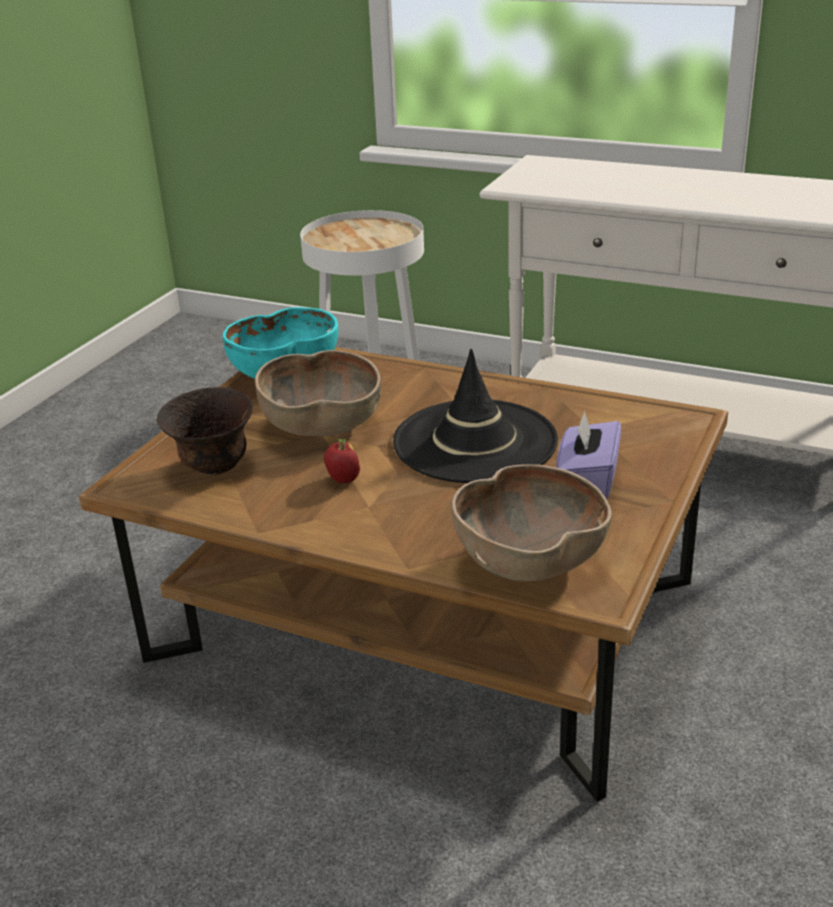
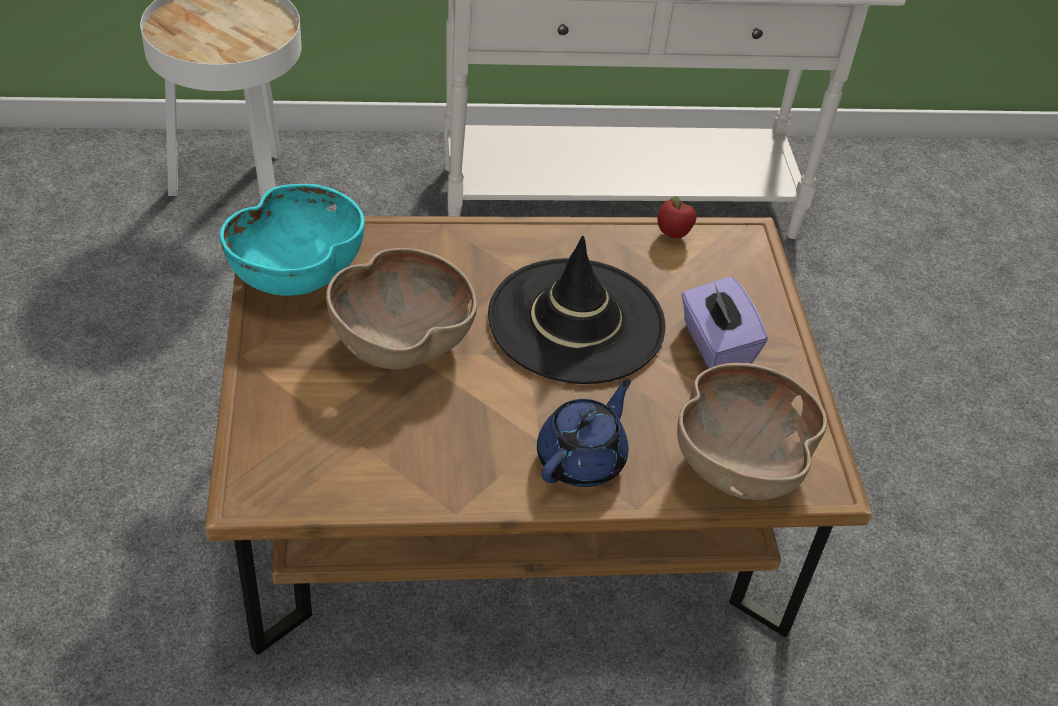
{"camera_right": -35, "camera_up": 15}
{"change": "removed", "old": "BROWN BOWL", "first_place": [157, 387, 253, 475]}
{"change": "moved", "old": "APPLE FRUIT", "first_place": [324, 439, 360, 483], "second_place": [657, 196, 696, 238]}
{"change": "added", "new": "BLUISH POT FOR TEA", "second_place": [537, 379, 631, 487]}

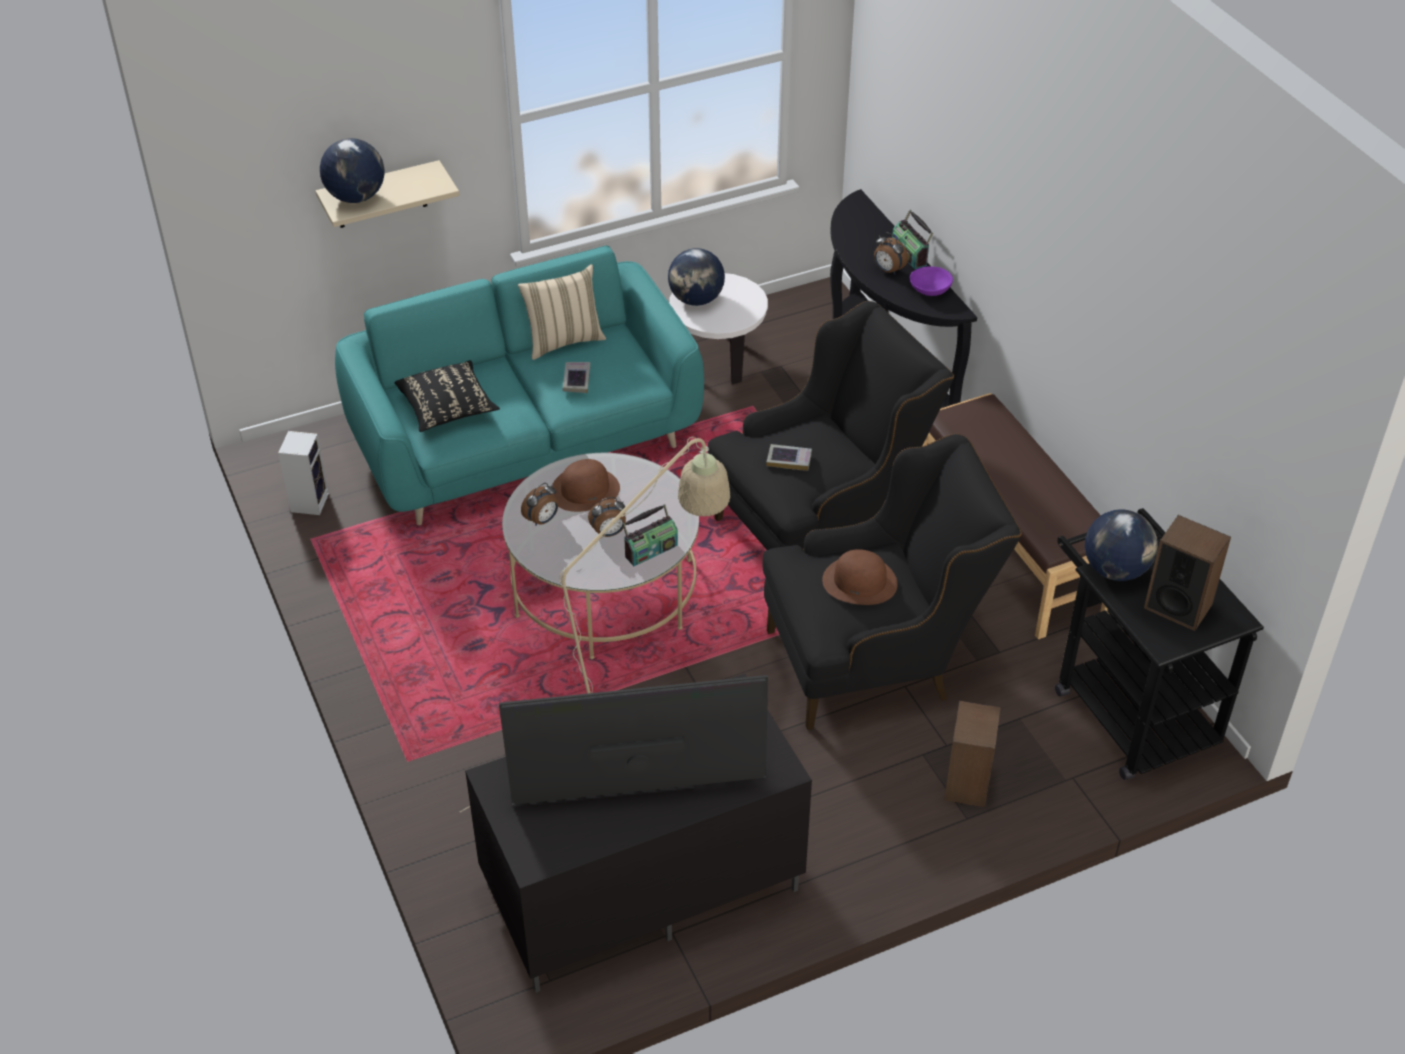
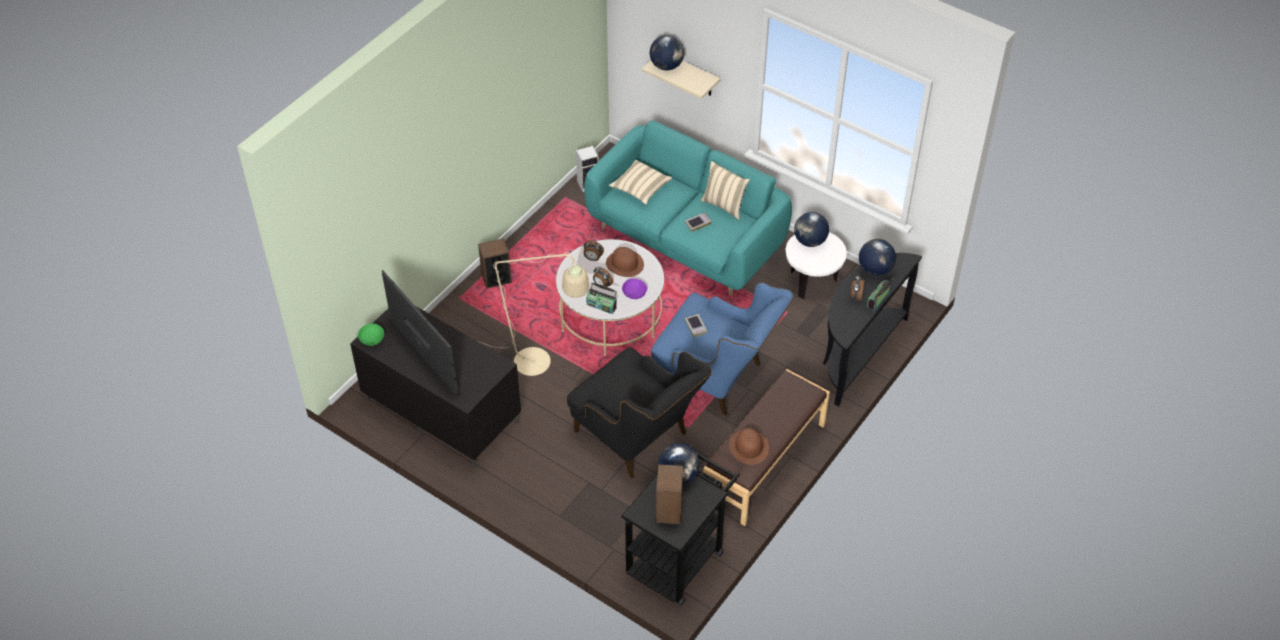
{"camera_right": 60, "camera_up": 5}
{"change": "moved", "old": "PURPLE-COLOURED BOWL", "first_place": [910, 266, 953, 296], "second_place": [622, 278, 647, 299]}
{"change": "recoloured", "old": "BLACK-COLOURED ARMCHAIR", "new": "BLUISH ARMCHAIR", "first_place": [708, 301, 954, 550], "second_place": [651, 282, 794, 415]}
{"change": "recoloured", "old": "BLACK-COLOURED CUSHION", "new": "BEIGE CUSHION", "first_place": [395, 360, 500, 432], "second_place": [609, 160, 672, 205]}
{"change": "moved", "old": "BROWN HAT", "first_place": [822, 549, 898, 605], "second_place": [729, 428, 769, 465]}
{"change": "moved", "old": "SPEAKER", "first_place": [944, 701, 1001, 807], "second_place": [478, 238, 512, 289]}
{"change": "added", "new": "WORLD GLOBE", "second_place": [859, 239, 896, 276]}
{"change": "added", "new": "GREENISH BOWL", "second_place": [358, 323, 384, 346]}

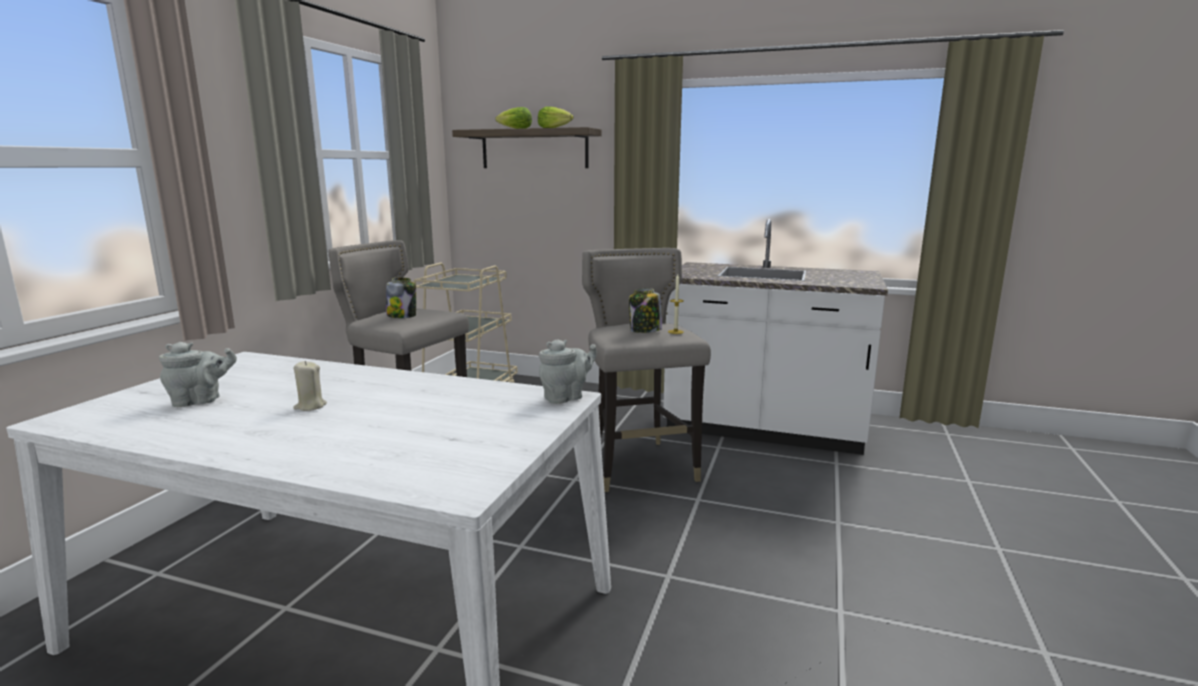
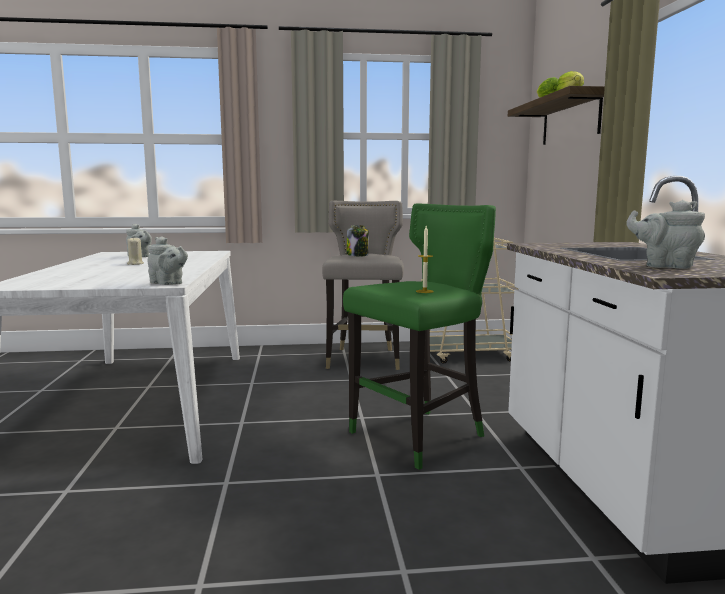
{"camera_right": 65, "camera_up": -5}
{"change": "recoloured", "old": "GREY STOOL SEAT", "new": "GREENISH STOOL SEAT", "first_place": [582, 248, 711, 492], "second_place": [343, 203, 496, 470]}
{"change": "removed", "old": "PRESERVE JAR", "first_place": [629, 289, 662, 333]}
{"change": "added", "new": "GREY POT FOR TEA", "second_place": [626, 200, 705, 269]}

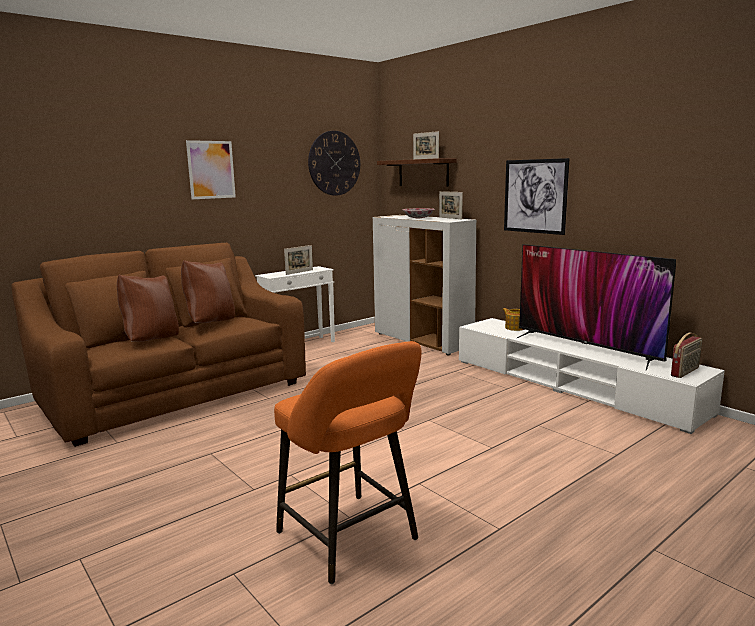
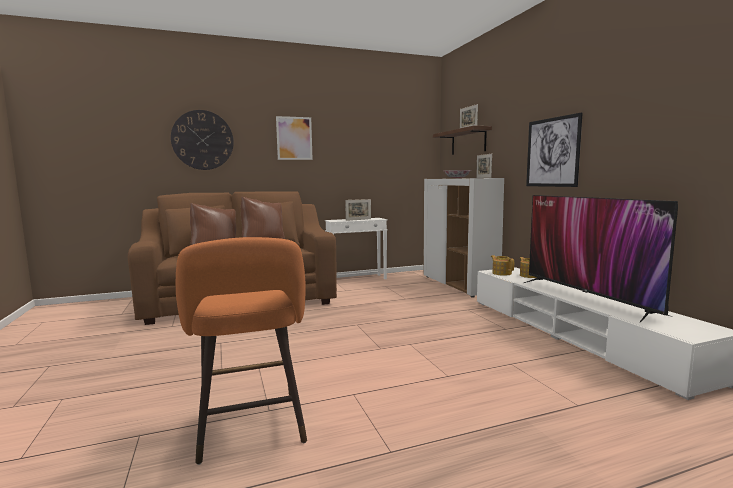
{"camera_right": 20, "camera_up": -5}
{"change": "moved", "old": "HANGING CLOCK", "first_place": [308, 131, 360, 196], "second_place": [171, 110, 234, 170]}
{"change": "removed", "old": "RADIO RECEIVER", "first_place": [671, 333, 702, 378]}
{"change": "added", "new": "POT FOR TEA", "second_place": [491, 255, 514, 276]}

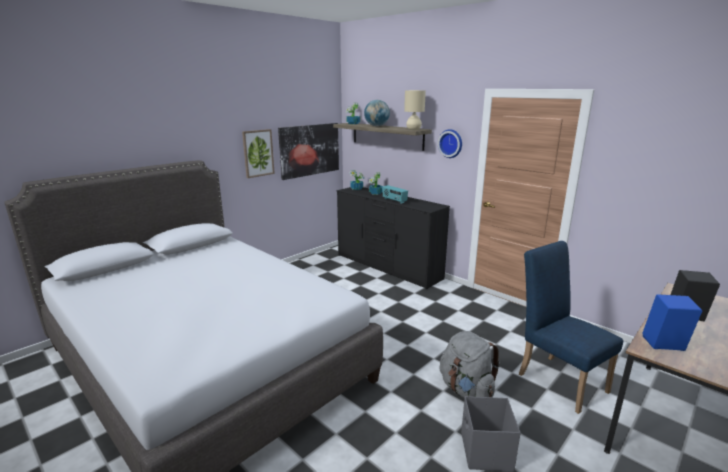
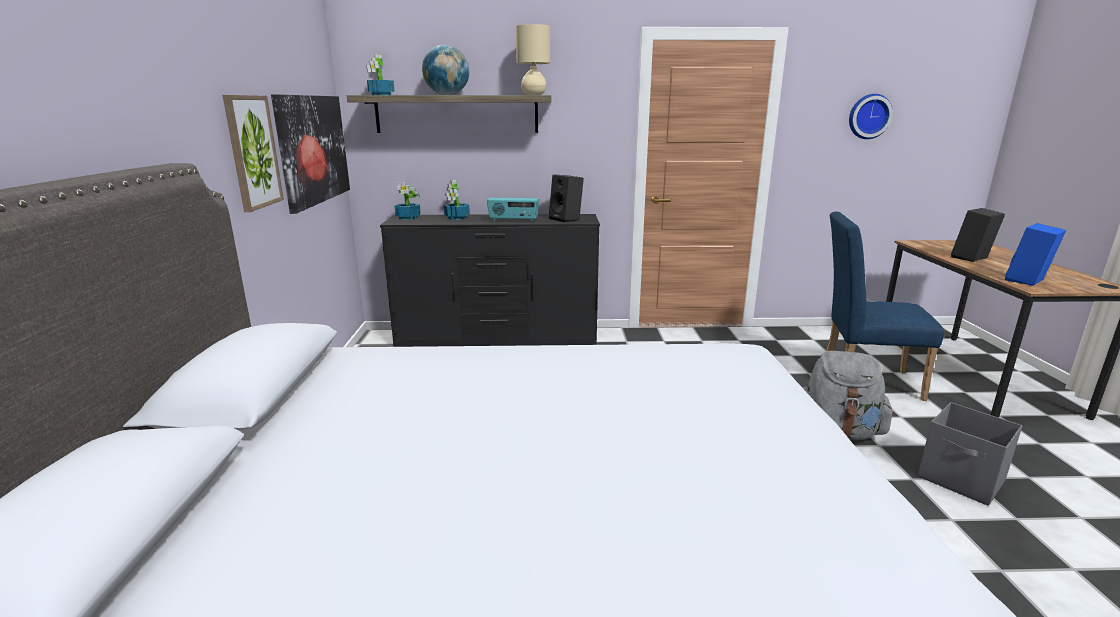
{"camera_right": -45, "camera_up": 0}
{"change": "moved", "old": "HANGING CLOCK", "first_place": [438, 129, 462, 158], "second_place": [849, 94, 893, 139]}
{"change": "added", "new": "BLACK-COLOURED SPEAKER", "second_place": [549, 174, 584, 222]}

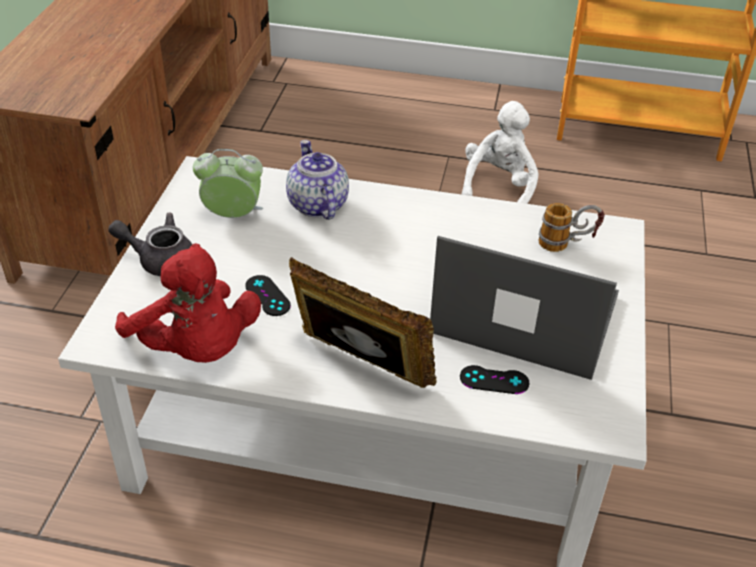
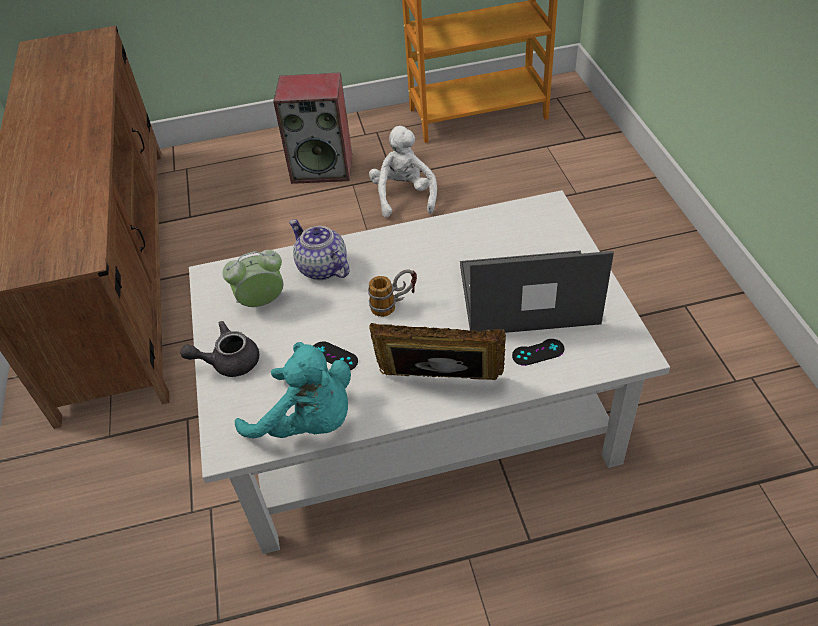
{"camera_right": -20, "camera_up": 5}
{"change": "moved", "old": "MUG", "first_place": [539, 203, 605, 252], "second_place": [368, 269, 417, 317]}
{"change": "recoloured", "old": "RED CUDDLY TOY", "new": "TURQUOISE-COLOURED CUDDLY TOY", "first_place": [115, 243, 261, 363], "second_place": [235, 342, 351, 439]}
{"change": "added", "new": "SPEAKER", "second_place": [273, 72, 352, 184]}

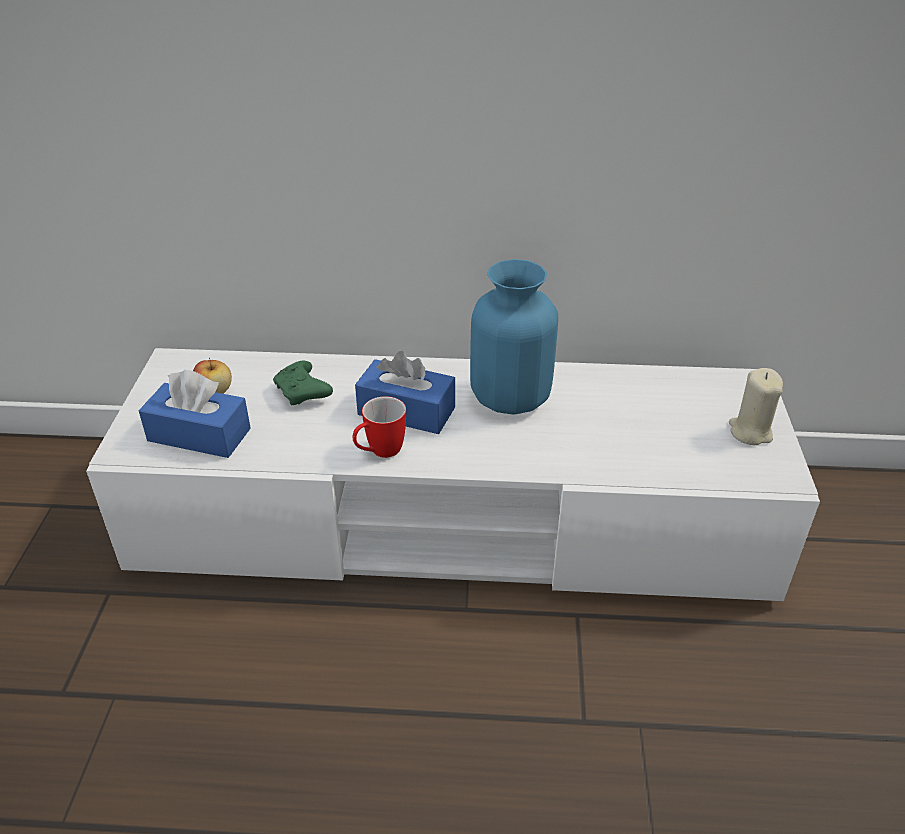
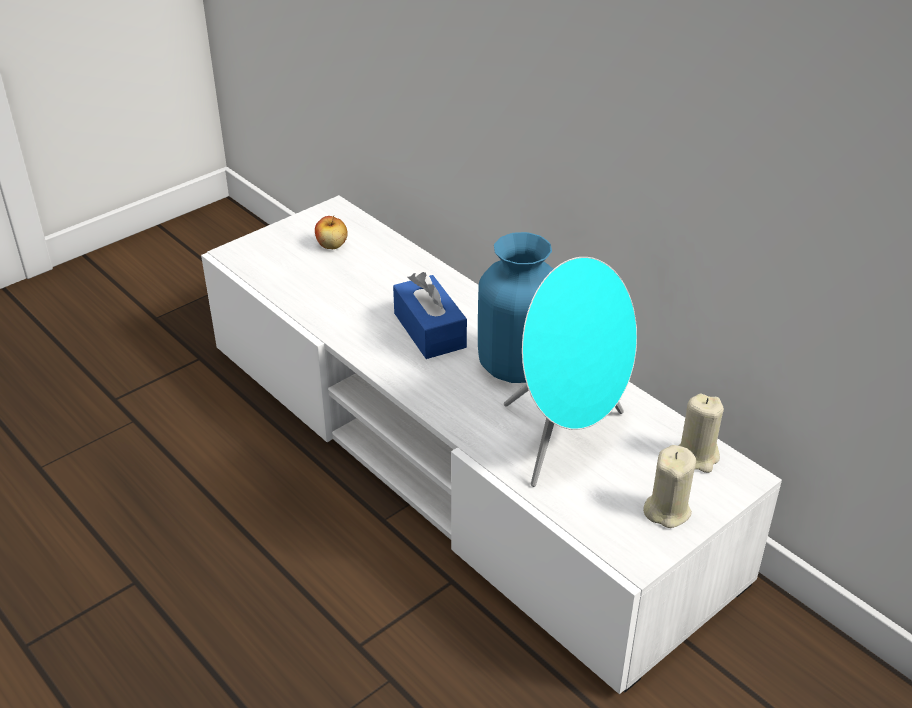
{"camera_right": 45, "camera_up": 0}
{"change": "removed", "old": "GREENISH GAMEPAD", "first_place": [273, 361, 333, 406]}
{"change": "removed", "old": "BLUISH TISSUE HOLDER", "first_place": [139, 370, 251, 458]}
{"change": "removed", "old": "MUG", "first_place": [353, 396, 406, 458]}
{"change": "added", "new": "TURQUOISE-COLOURED SPEAKER", "second_place": [504, 257, 637, 487]}
{"change": "added", "new": "BEIGE WAX LIGHT", "second_place": [678, 394, 724, 473]}

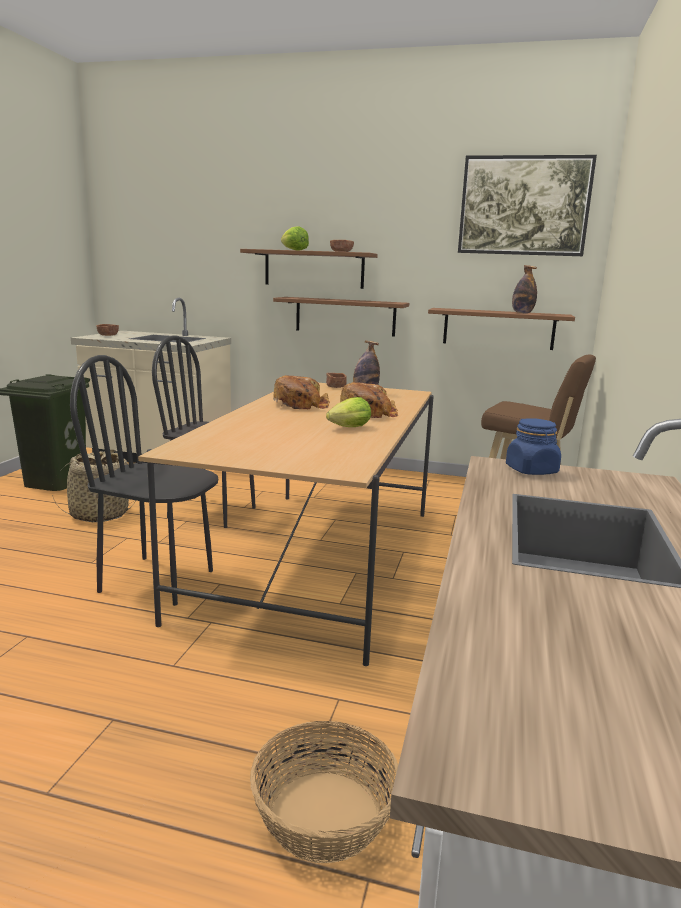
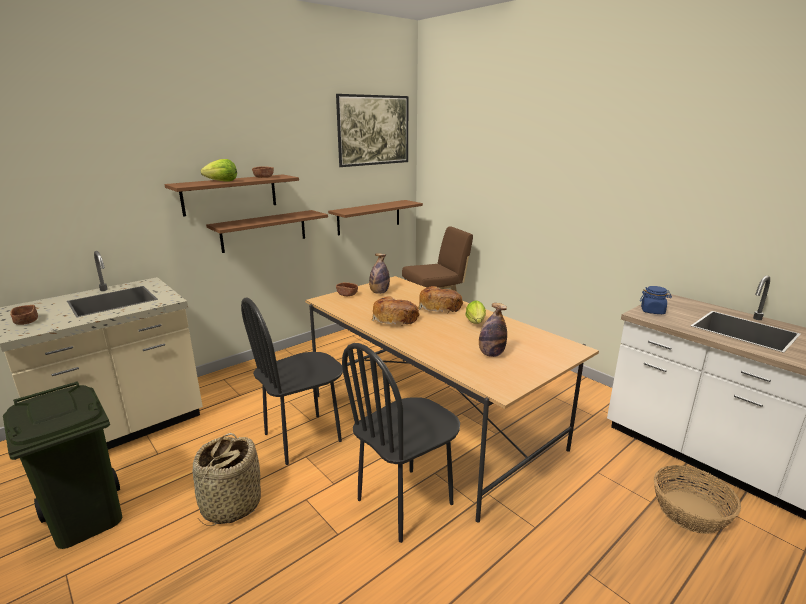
{"camera_right": -55, "camera_up": 5}
{"change": "moved", "old": "DRINK BOTTLE", "first_place": [512, 265, 537, 313], "second_place": [479, 303, 507, 357]}

